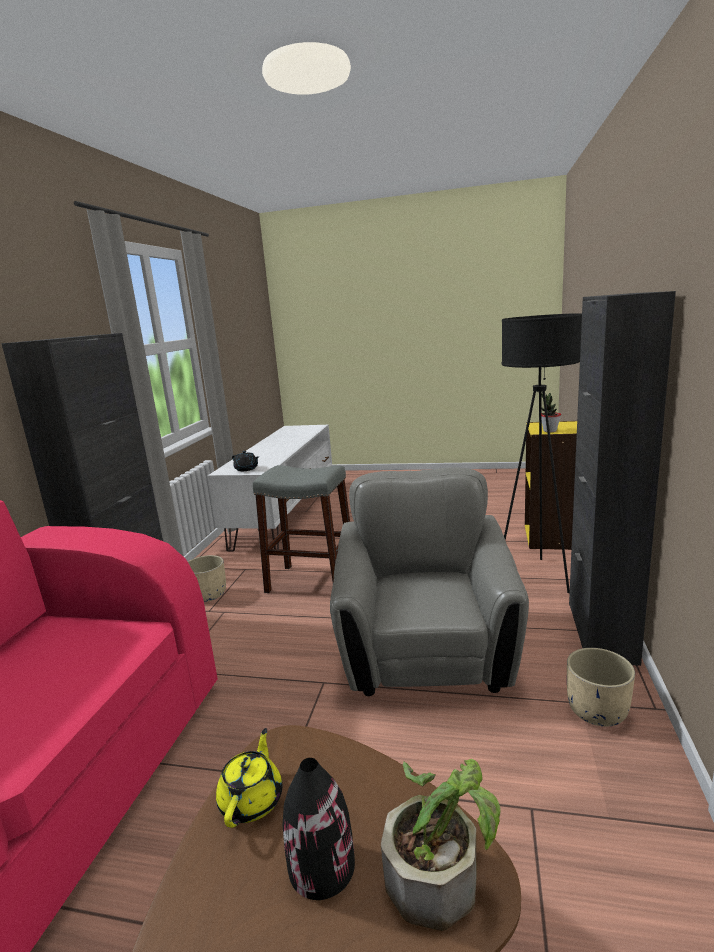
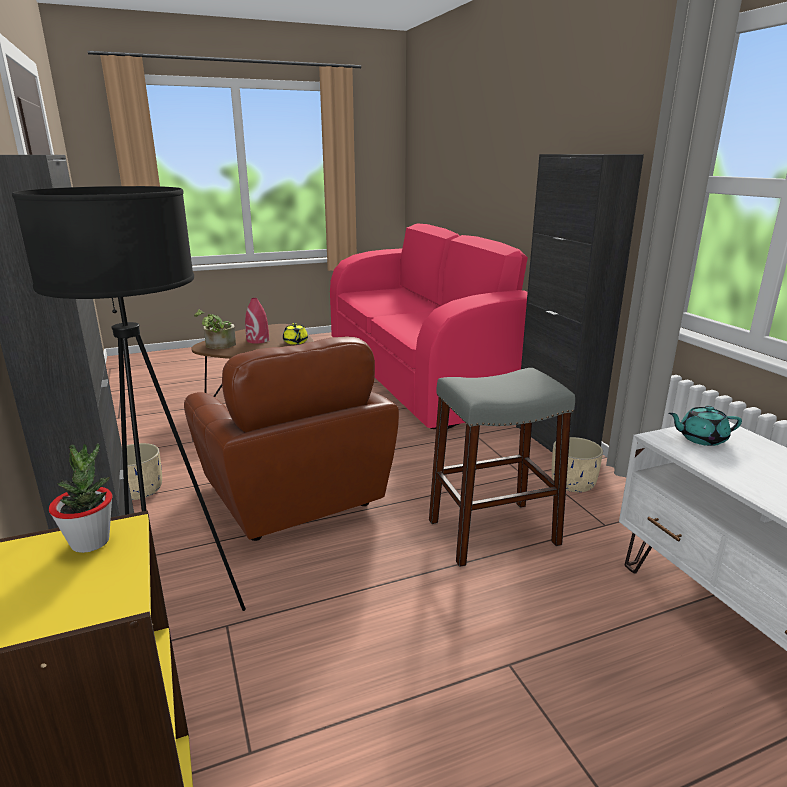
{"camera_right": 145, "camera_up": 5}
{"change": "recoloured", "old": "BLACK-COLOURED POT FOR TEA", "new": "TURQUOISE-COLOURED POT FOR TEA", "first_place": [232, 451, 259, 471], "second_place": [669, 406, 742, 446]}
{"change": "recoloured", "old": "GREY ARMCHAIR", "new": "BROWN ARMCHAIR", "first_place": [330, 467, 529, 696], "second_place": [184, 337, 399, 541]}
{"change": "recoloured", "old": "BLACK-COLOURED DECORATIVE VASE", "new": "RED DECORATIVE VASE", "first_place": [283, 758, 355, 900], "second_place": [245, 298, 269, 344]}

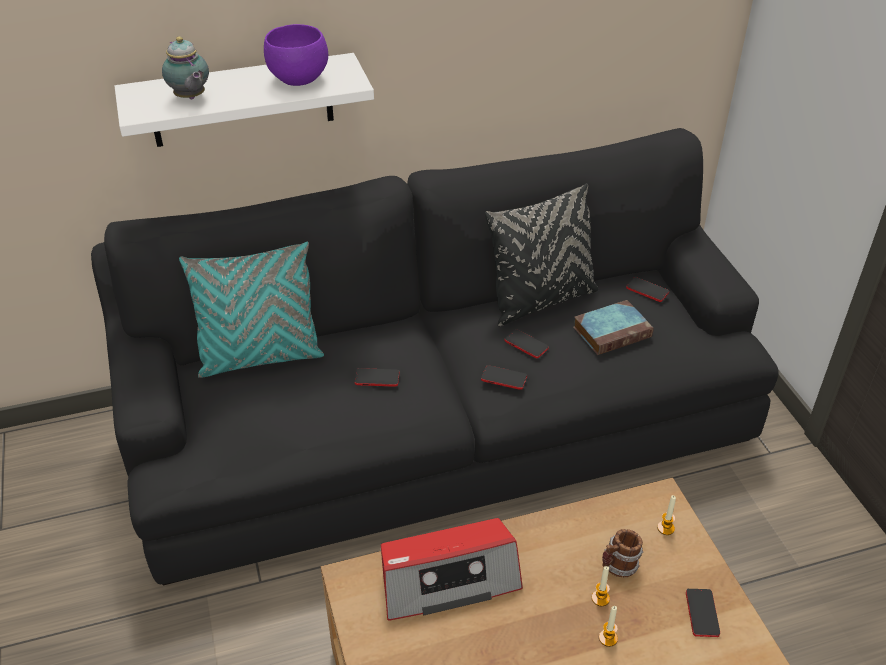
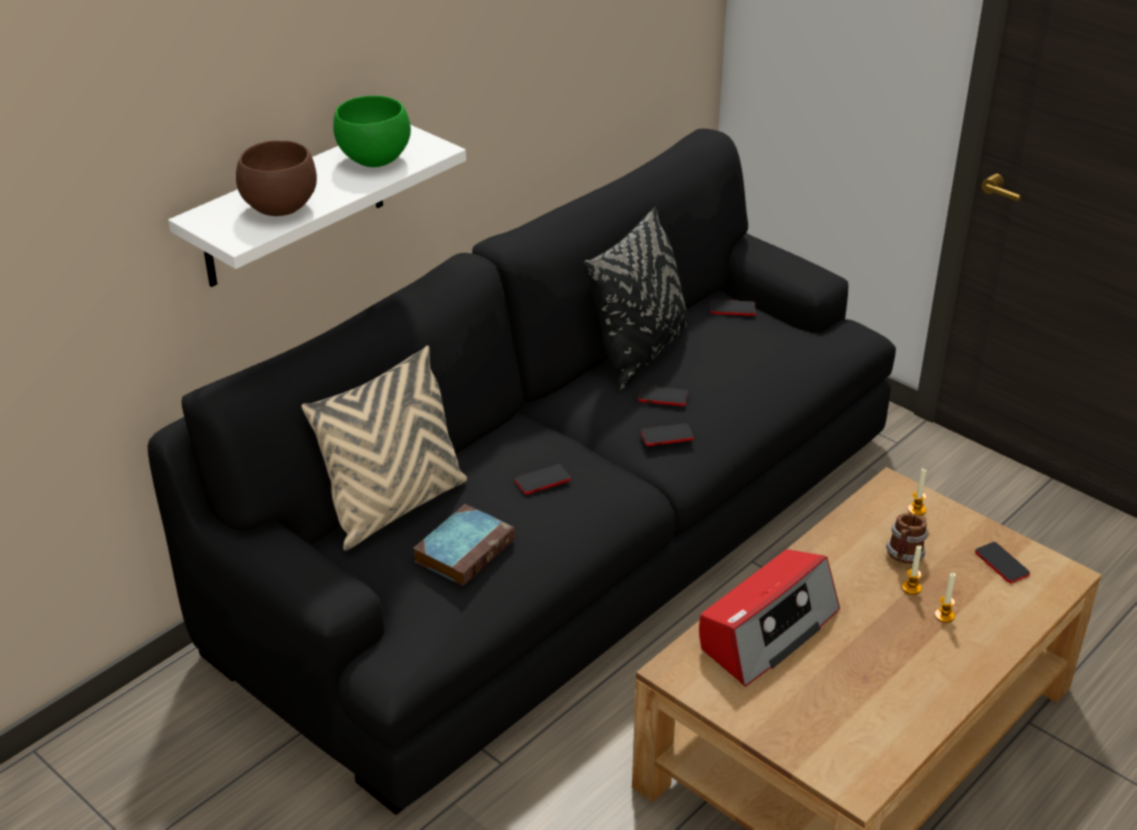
{"camera_right": -30, "camera_up": -5}
{"change": "recoloured", "old": "PURPLE-COLOURED BOWL", "new": "GREENISH BOWL", "first_place": [264, 24, 328, 86], "second_place": [333, 95, 411, 167]}
{"change": "replaced", "old": "POT FOR TEA", "new": "BROWN BOWL", "first_place": [162, 36, 209, 99], "second_place": [236, 140, 317, 216]}
{"change": "recoloured", "old": "TURQUOISE-COLOURED CUSHION", "new": "BEIGE CUSHION", "first_place": [179, 242, 324, 378], "second_place": [301, 346, 467, 551]}
{"change": "moved", "old": "BOOK", "first_place": [573, 300, 654, 355], "second_place": [413, 504, 515, 586]}

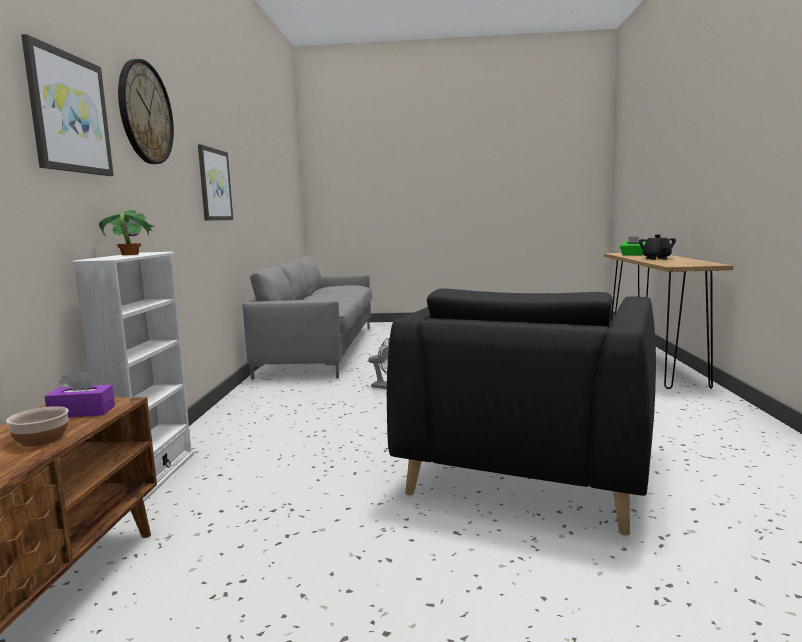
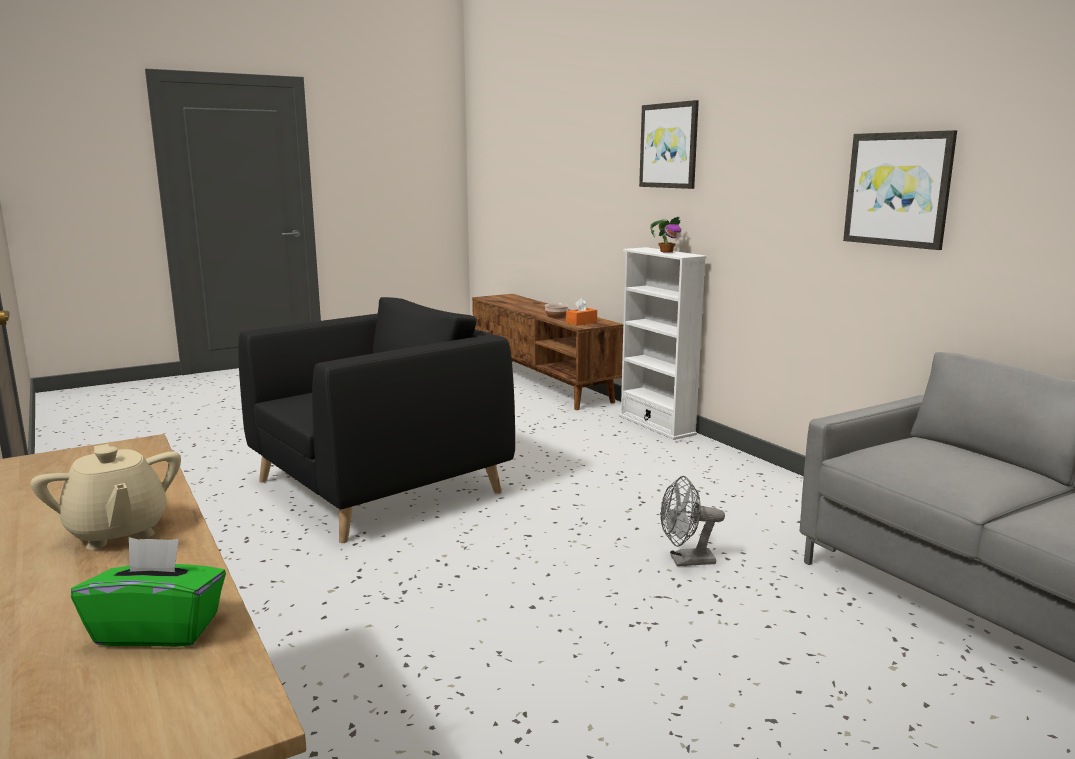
{"camera_right": 145, "camera_up": 5}
{"change": "removed", "old": "HANGING CLOCK", "first_place": [118, 59, 174, 164]}
{"change": "recoloured", "old": "BLACK-COLOURED POT FOR TEA", "new": "BEIGE POT FOR TEA", "first_place": [639, 234, 676, 260], "second_place": [31, 444, 181, 550]}
{"change": "turned", "old": "BLACK-COLOURED ARMCHAIR", "first_place": [387, 289, 656, 535], "second_place": [238, 297, 515, 543], "degrees": 60}
{"change": "recoloured", "old": "PURPLE-COLOURED TISSUE HOLDER", "new": "ORANGE-COLOURED TISSUE HOLDER", "first_place": [44, 368, 115, 417], "second_place": [566, 298, 597, 326]}

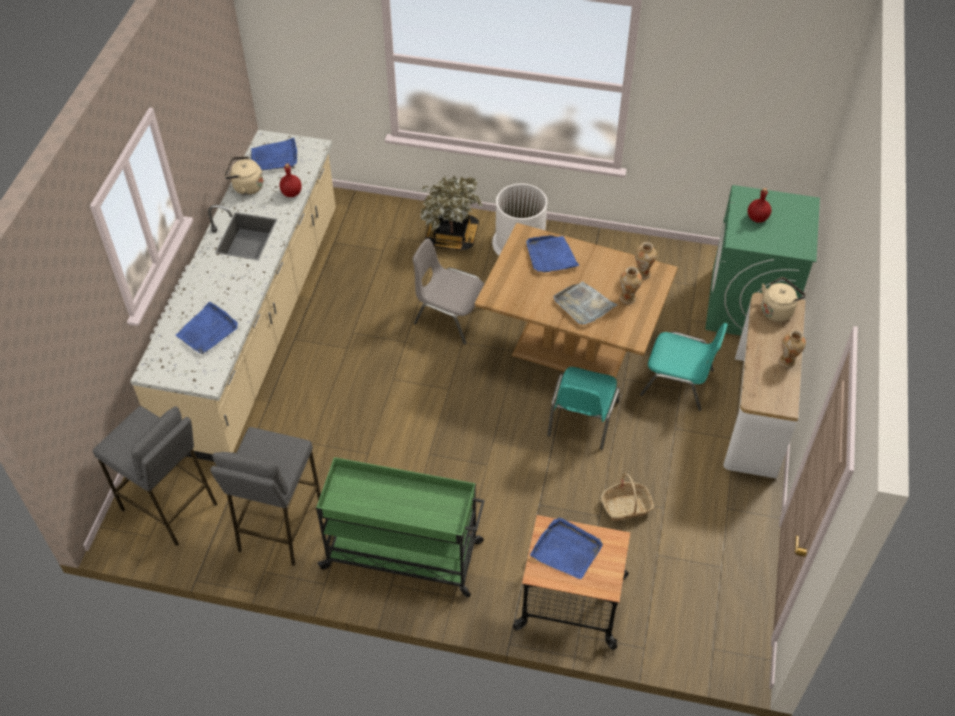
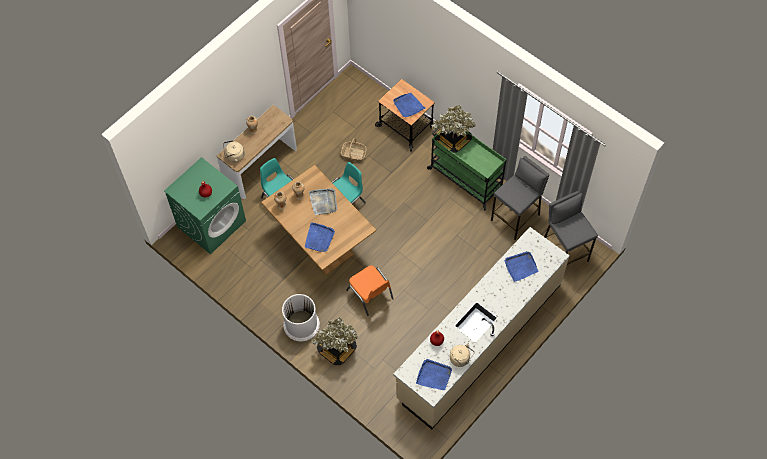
{"camera_right": -150, "camera_up": 10}
{"change": "recoloured", "old": "GREY PLAIN CHAIR", "new": "ORANGE-COLOURED PLAIN CHAIR", "first_place": [413, 238, 484, 344], "second_place": [346, 265, 394, 316]}
{"change": "added", "new": "HOUSEPLANT", "second_place": [432, 105, 476, 153]}

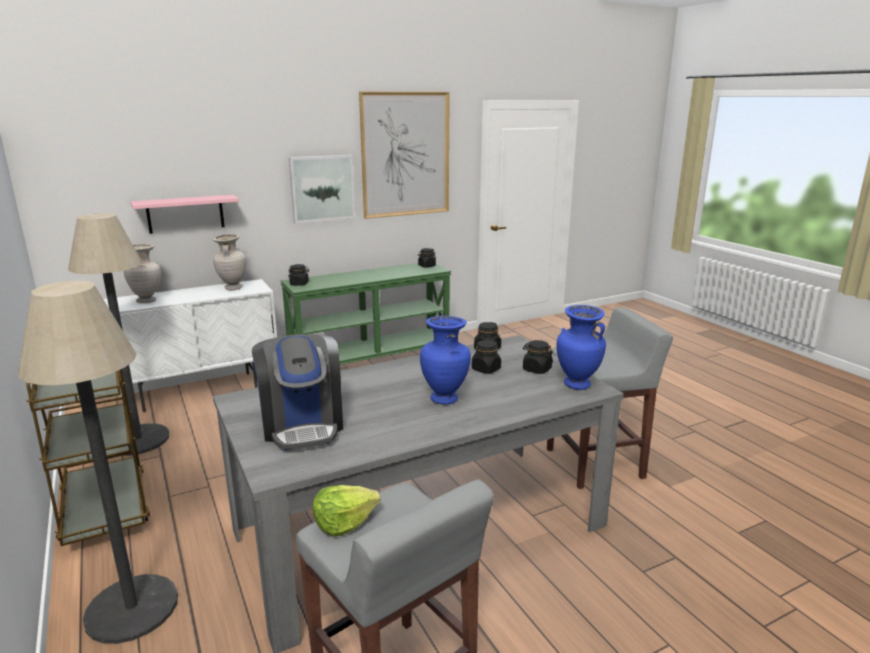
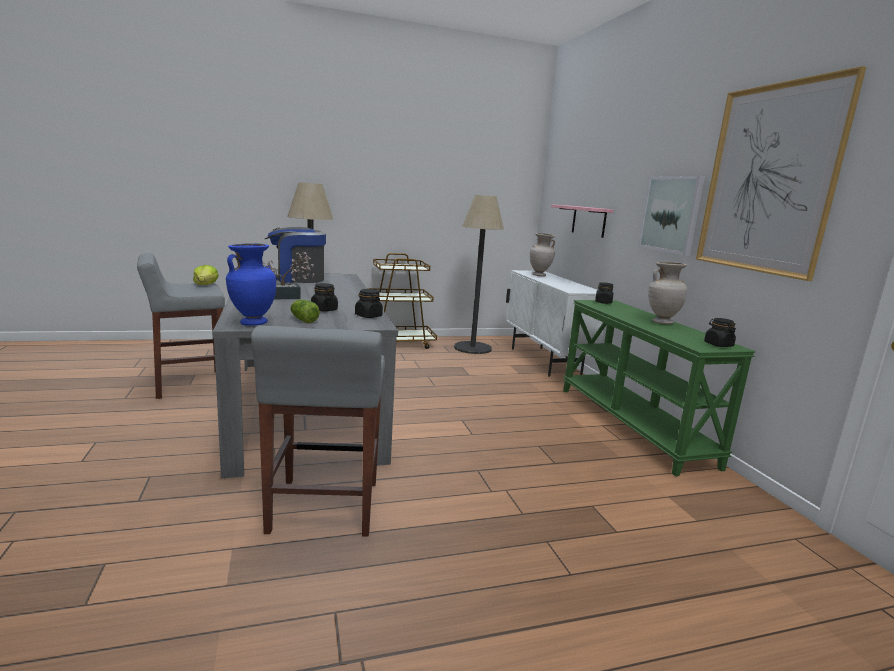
{"camera_right": 100, "camera_up": -5}
{"change": "moved", "old": "BEIGE DECORATIVE VASE", "first_place": [213, 234, 246, 290], "second_place": [648, 262, 687, 324]}
{"change": "replaced", "old": "BLUISH DECORATIVE VASE", "new": "HOUSEPLANT", "first_place": [420, 316, 471, 404], "second_place": [262, 252, 315, 299]}
{"change": "replaced", "old": "BLACK-COLOURED PRESERVE JAR", "new": "LETTUCE HEAD", "first_place": [523, 340, 553, 374], "second_place": [290, 299, 320, 323]}

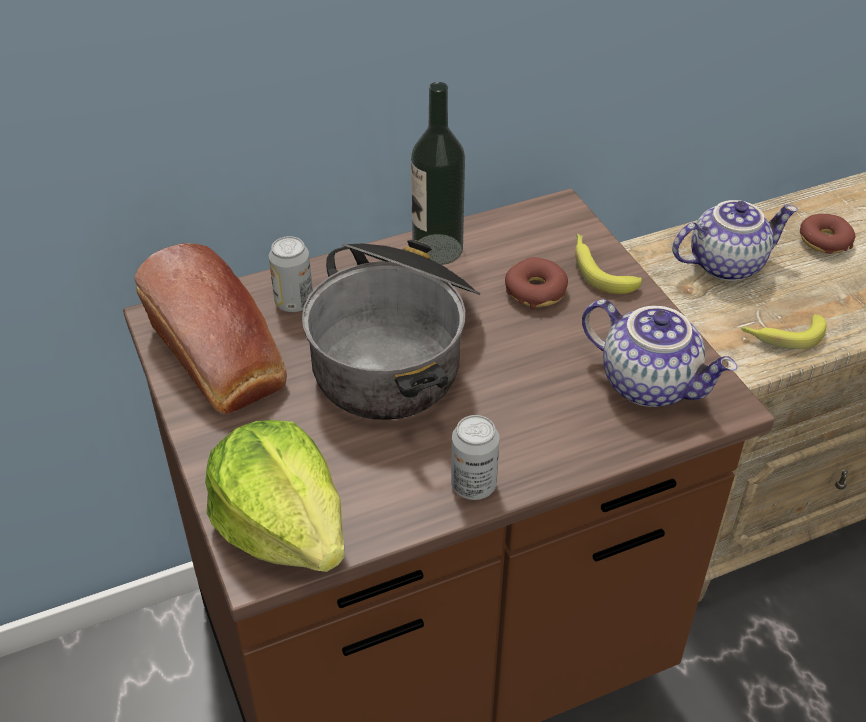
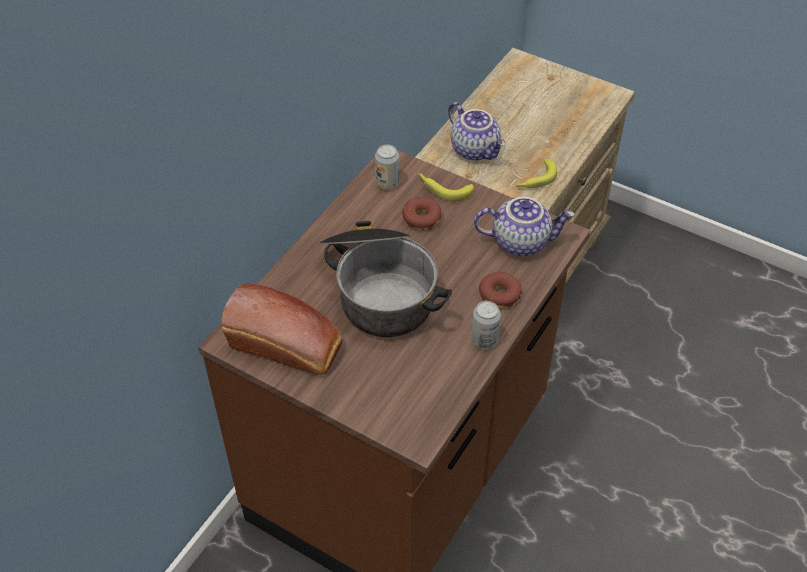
{"camera_right": -35, "camera_up": 5}
{"change": "removed", "old": "DRINK BOTTLE", "first_place": [411, 82, 465, 265]}
{"change": "turned", "old": "POT FOR TEA", "first_place": [672, 200, 798, 281], "second_place": [448, 102, 506, 161], "degrees": 105}
{"change": "moved", "old": "RING DOUGHNUT", "first_place": [800, 214, 855, 254], "second_place": [479, 272, 522, 308]}
{"change": "moved", "old": "METAL CAN", "first_place": [269, 236, 313, 312], "second_place": [375, 144, 399, 190]}
{"change": "removed", "old": "LETTUCE HEAD", "first_place": [205, 420, 345, 572]}

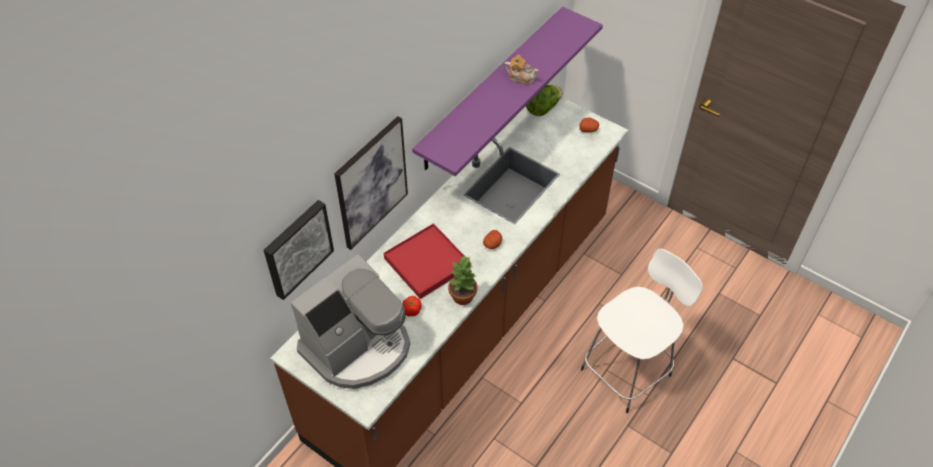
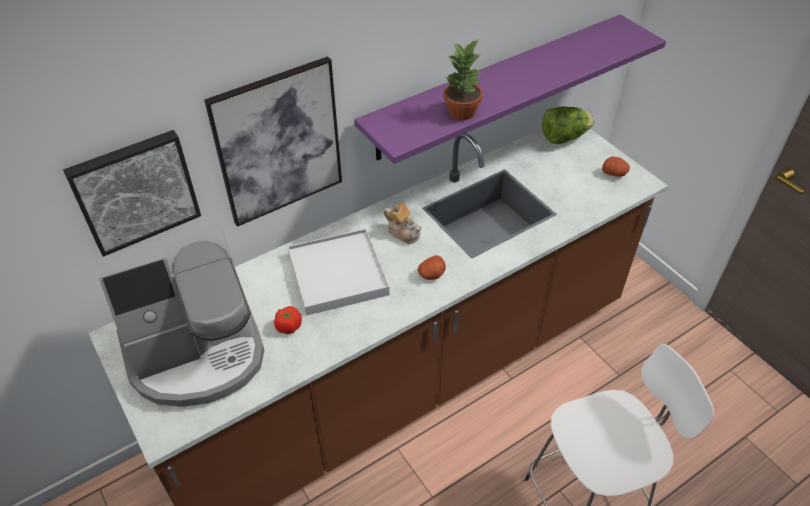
{"camera_right": 20, "camera_up": -5}
{"change": "moved", "old": "POT FOR TEA", "first_place": [504, 55, 539, 84], "second_place": [384, 203, 422, 244]}
{"change": "recoloured", "old": "RED CARRYING TRAY", "new": "WHITISH CARRYING TRAY", "first_place": [384, 223, 471, 299], "second_place": [288, 229, 390, 316]}
{"change": "moved", "old": "HOUSEPLANT", "first_place": [448, 256, 478, 305], "second_place": [444, 41, 483, 120]}

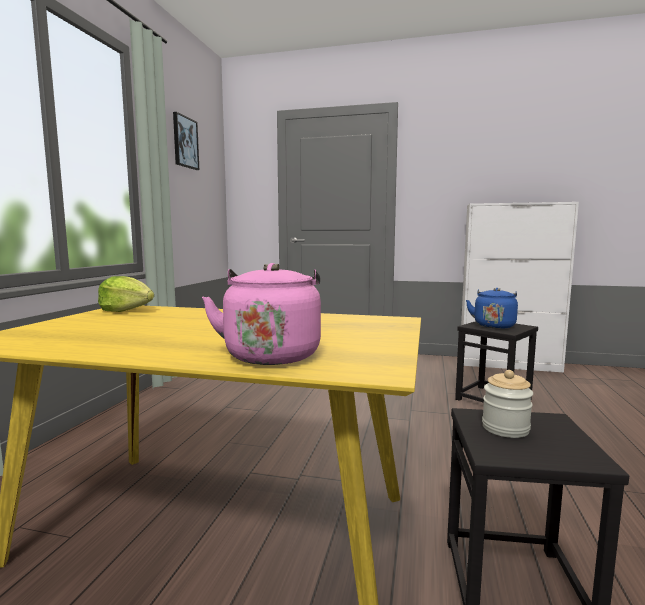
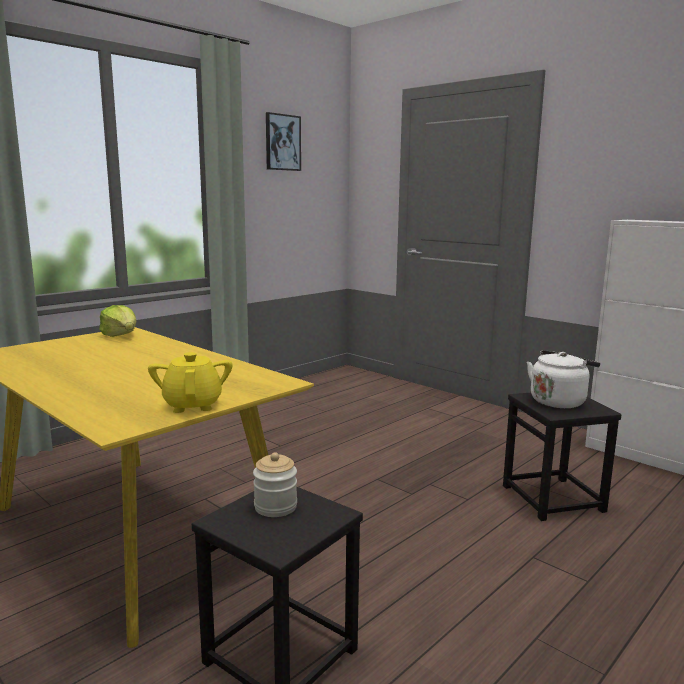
{"camera_right": 30, "camera_up": 5}
{"change": "removed", "old": "PINKISH TEA KETTLE", "first_place": [202, 263, 321, 365]}
{"change": "recoloured", "old": "BLUISH TEA KETTLE", "new": "WHITISH TEA KETTLE", "first_place": [466, 288, 518, 329], "second_place": [527, 350, 600, 408]}
{"change": "added", "new": "YELLOW POT FOR TEA", "second_place": [148, 352, 233, 413]}

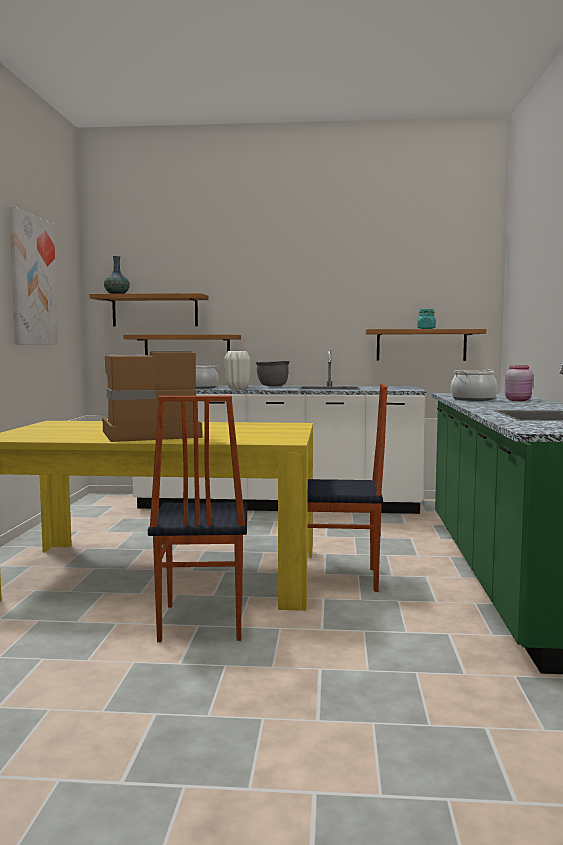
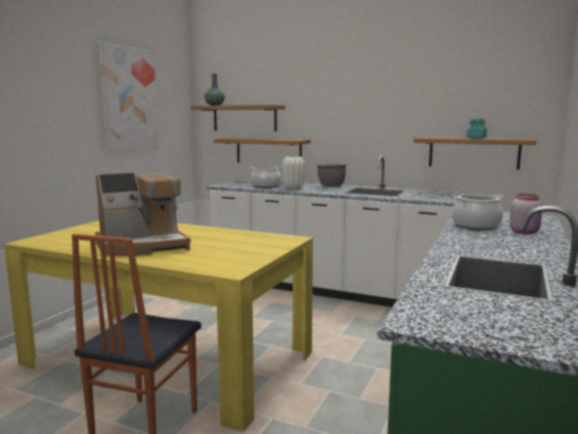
{"camera_right": 20, "camera_up": 5}
{"change": "turned", "old": "COFFEE BREWER", "first_place": [102, 351, 202, 442], "second_place": [95, 172, 191, 256], "degrees": 150}
{"change": "removed", "old": "PLAIN CHAIR", "first_place": [307, 383, 387, 592]}

